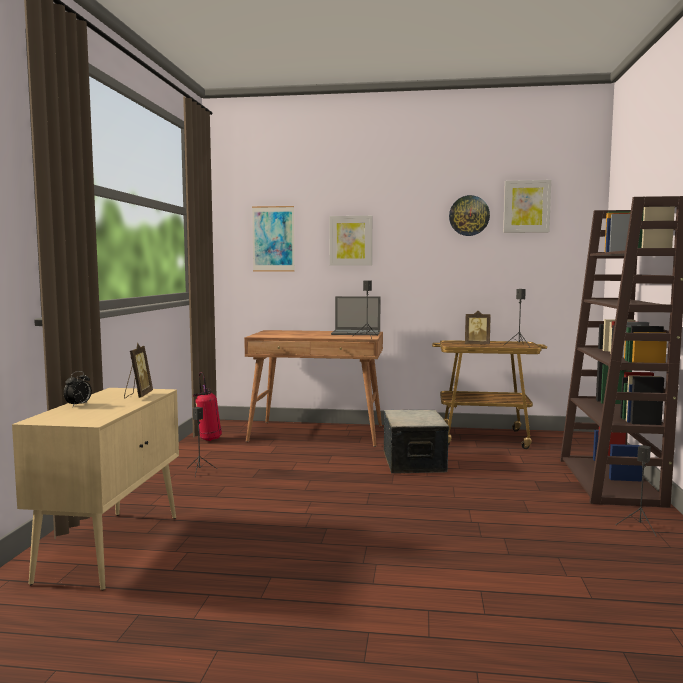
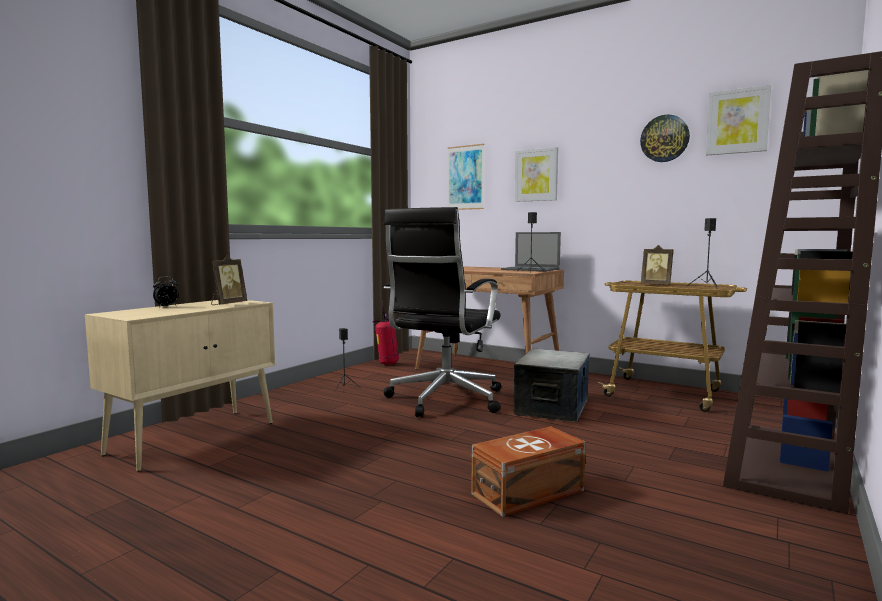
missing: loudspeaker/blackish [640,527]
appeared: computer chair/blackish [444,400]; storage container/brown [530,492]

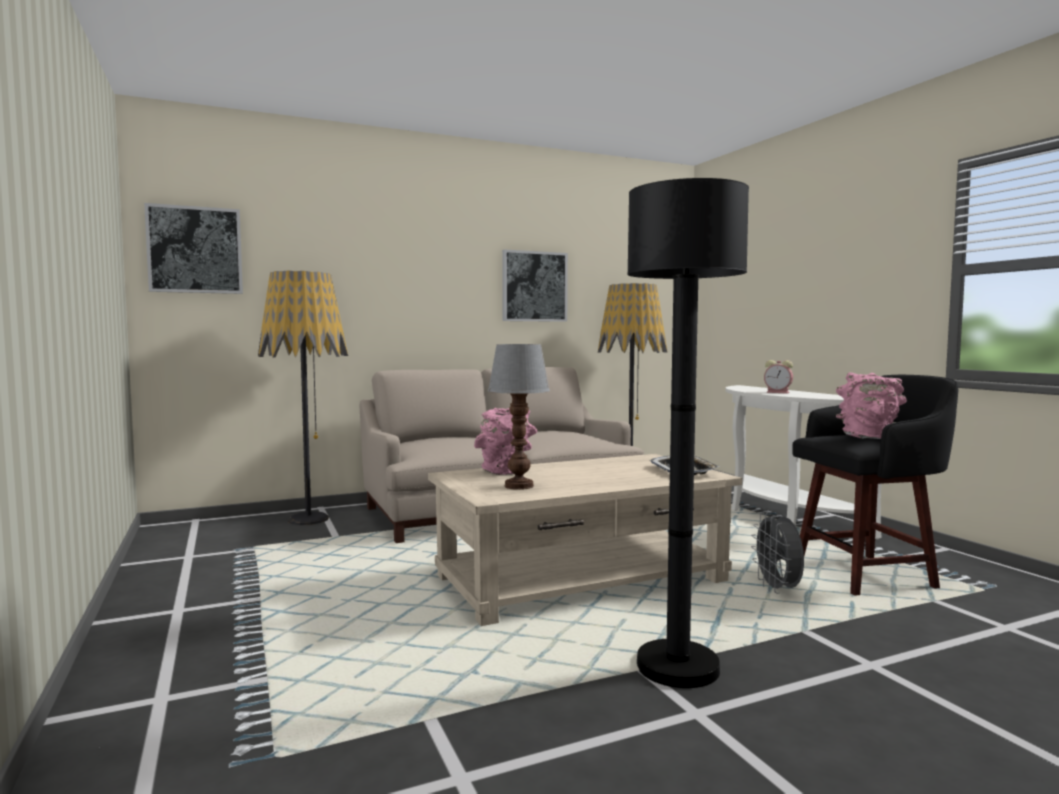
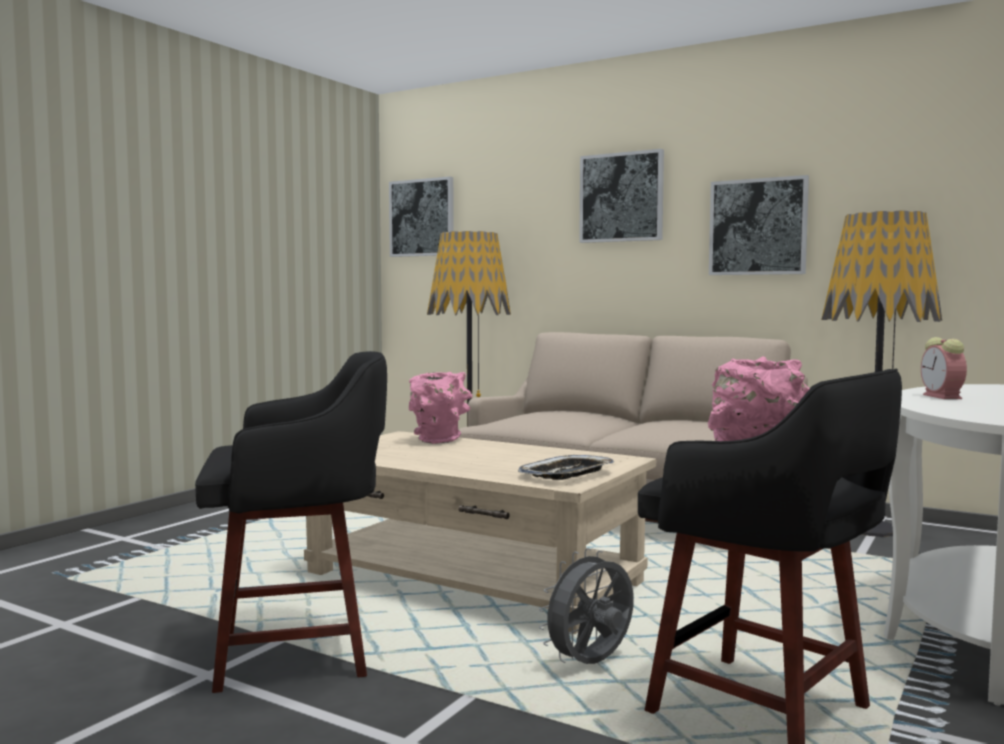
missing: tabletop lamp [518,486]
appeared: wall picture [621,197]
exchanged: standing lamp/blackish [677,667] to stool/blackish [299,652]

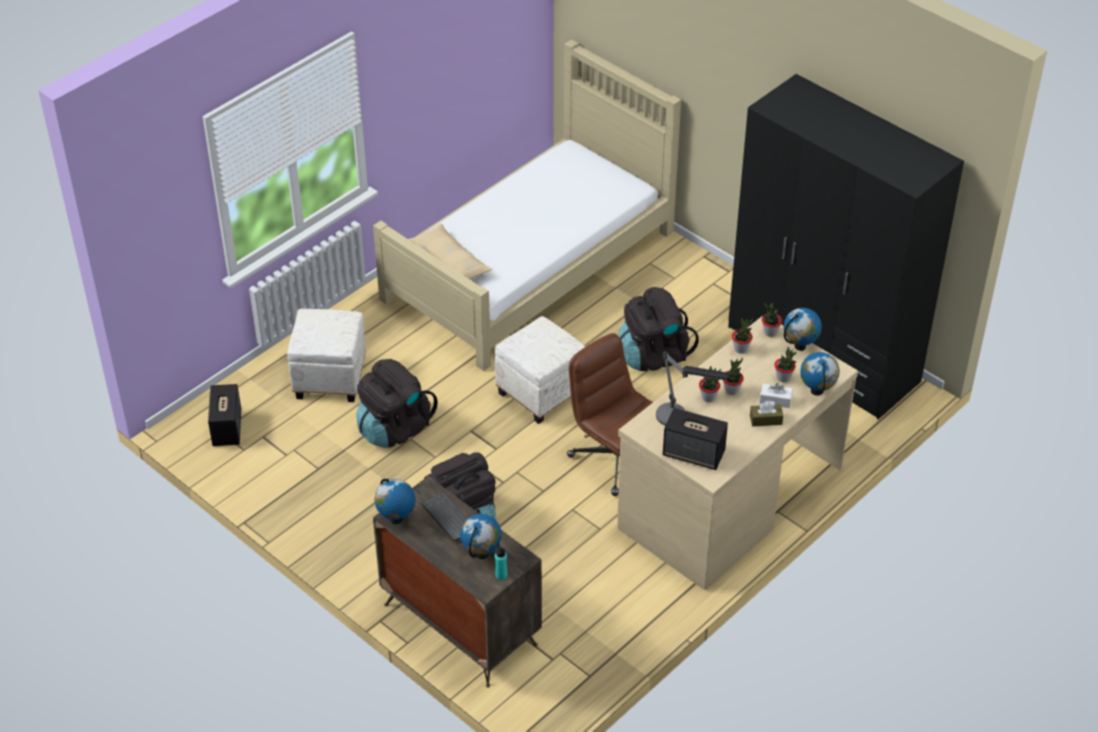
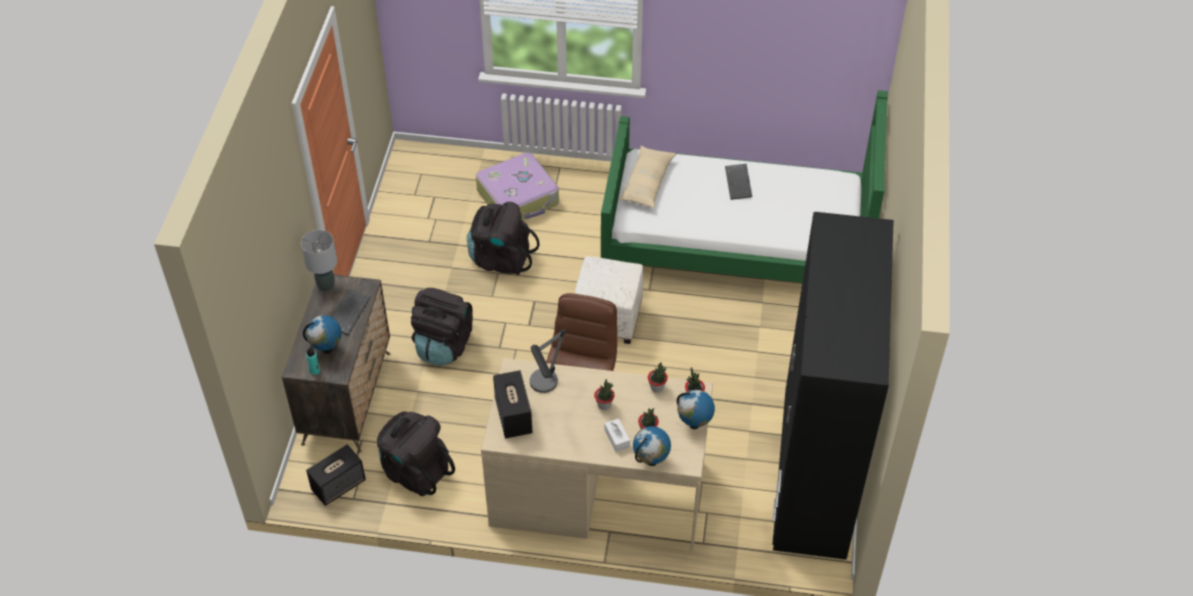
missing: potted plant [708,397]; tissue box/brown [765,420]
appeared: keyboard [739,183]
relocated: loudspeaker [227,428] to [339,485]; knapsack/blackish [653,355] to [415,471]
exchanged: pouffe/white [329,377] to piece of luggage [518,197]; desk globe [396,519] to tabletop lamp/grey [325,285]
colour: bedroom bed/beige-coloured [530,265] to bedroom bed/green [737,239]

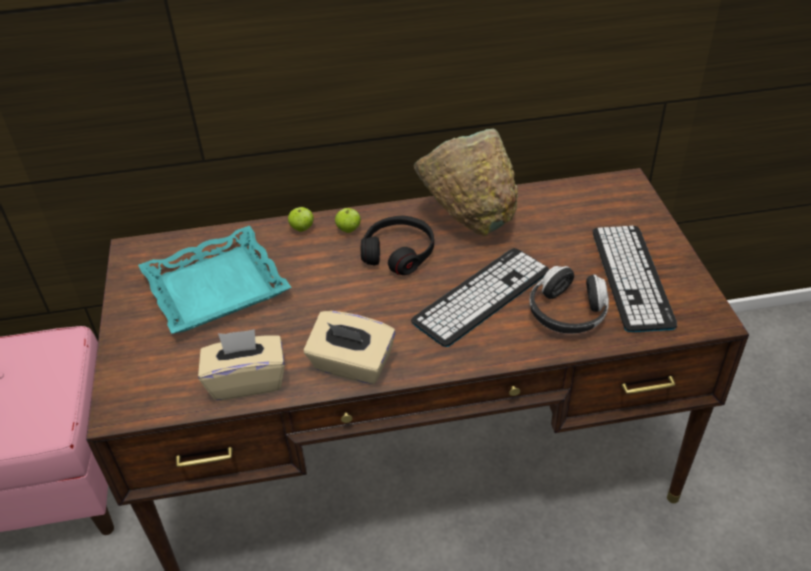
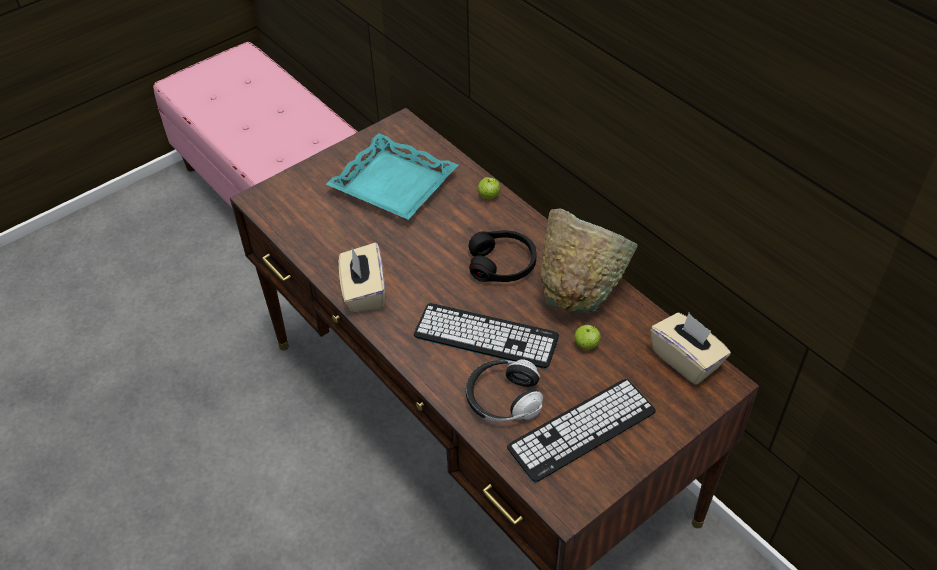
relocated: tissue box/beige-coloured [247,380] to [686,360]; whole apple [348,229] to [586,345]

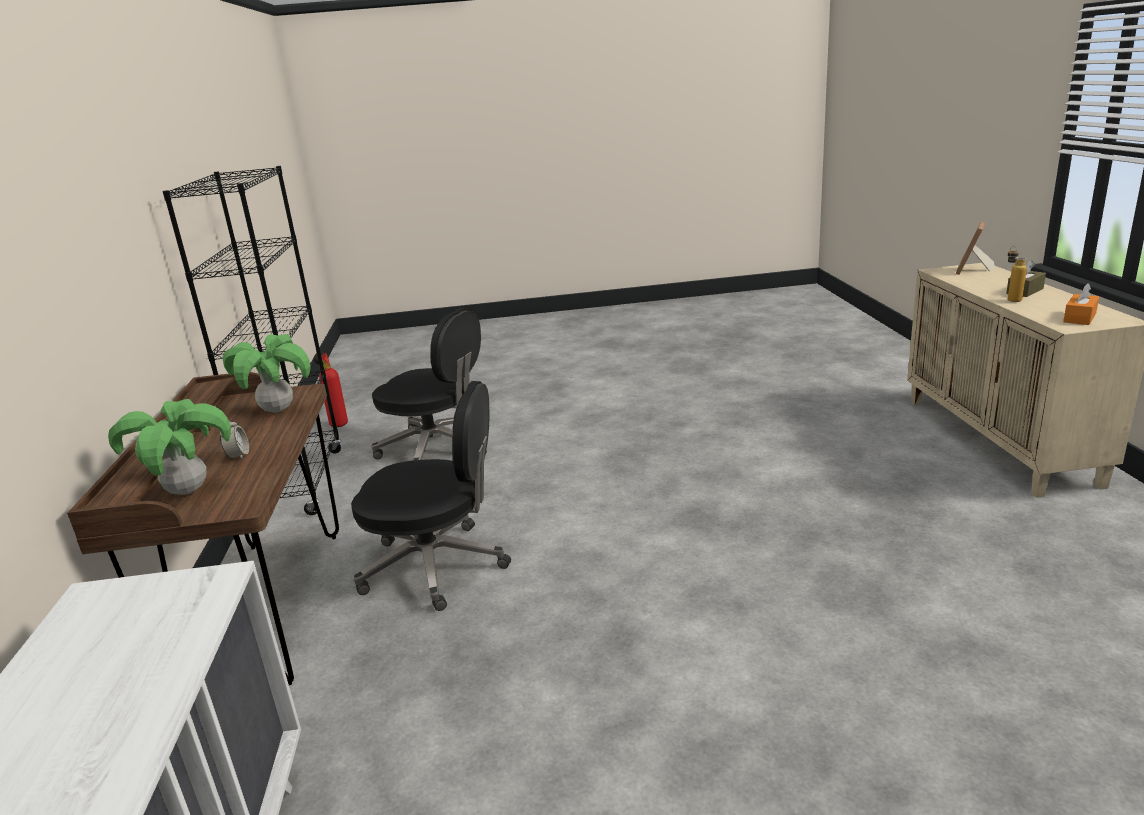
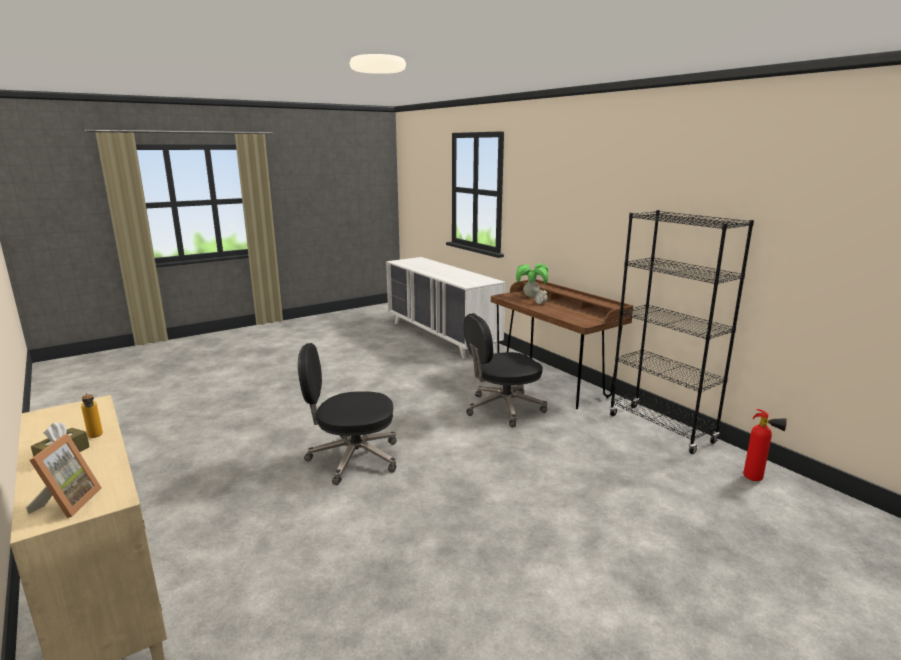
missing: potted plant [278,410]; tissue box/orangey [1079,318]
relocated: computer chair/blackish [436,449] to [352,458]

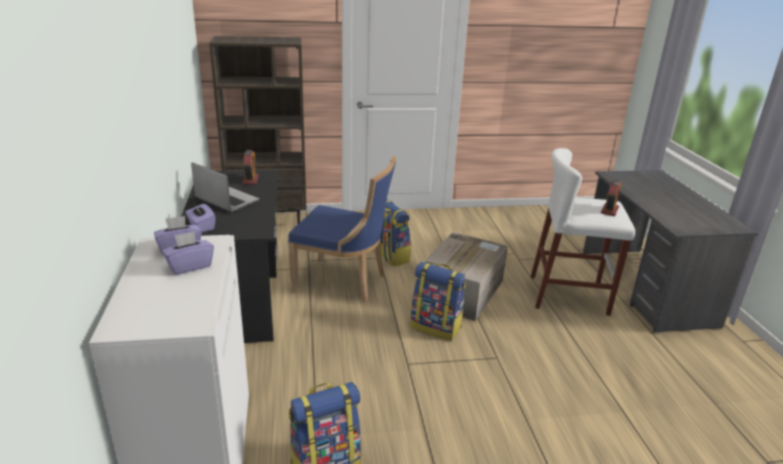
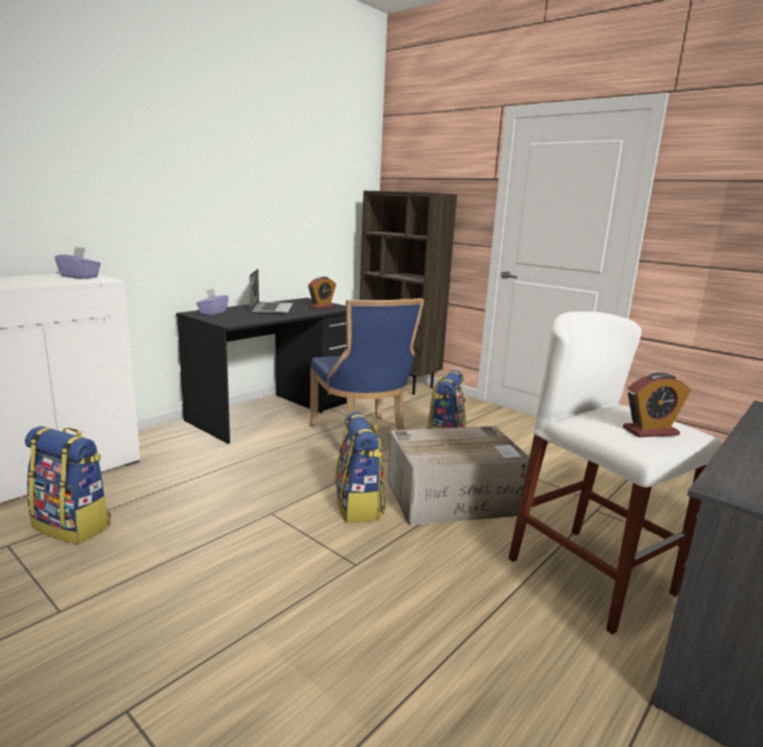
missing: tissue box/purple [189,266]

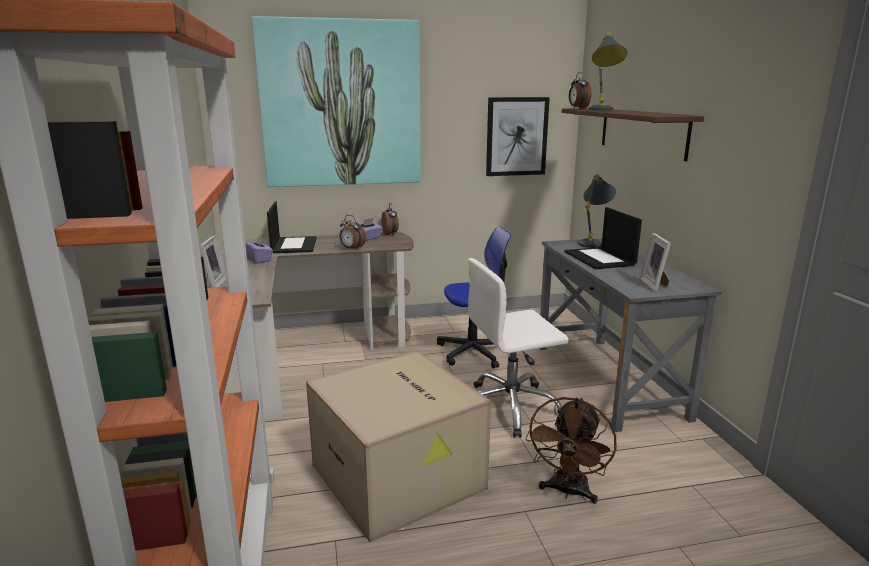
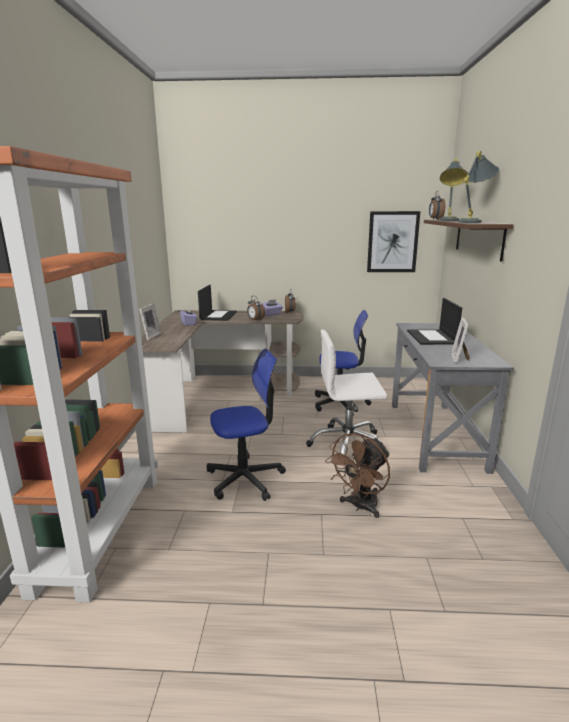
missing: wall picture [341,104]
relocated: tabletop lamp/grey [593,242] to [473,222]
exchanged: carton [400,477] to computer chair [245,479]

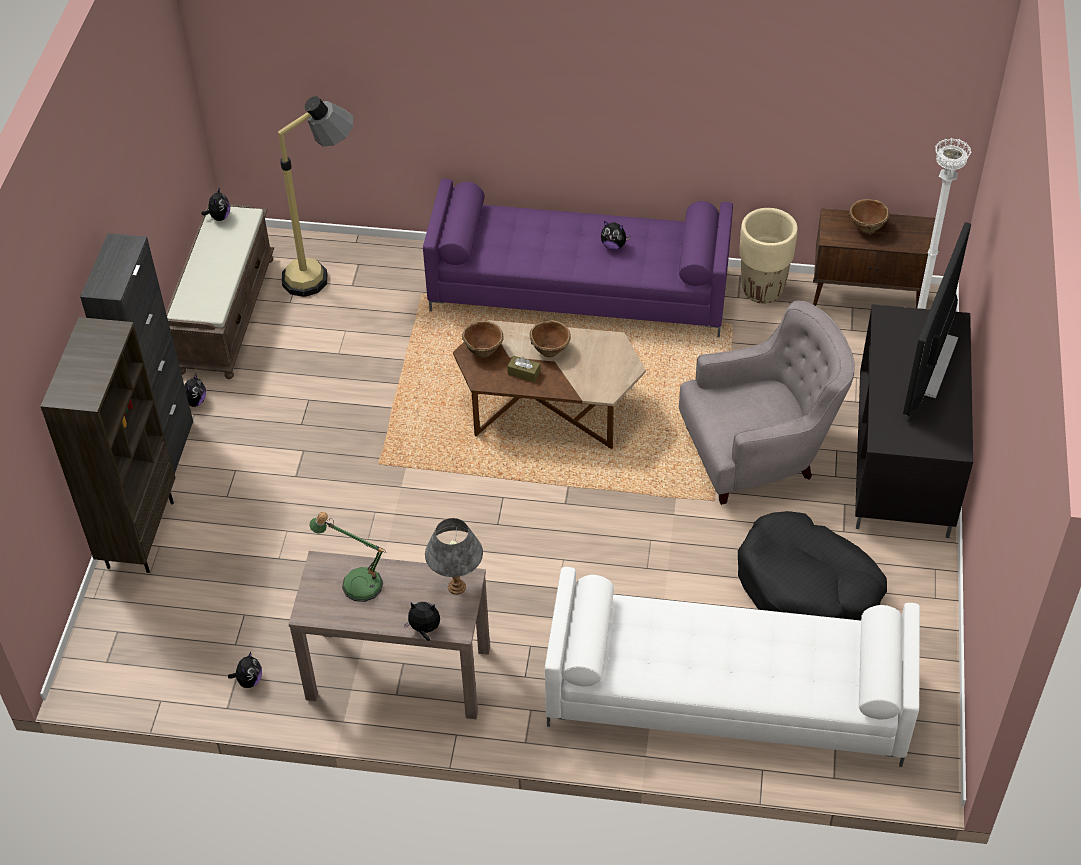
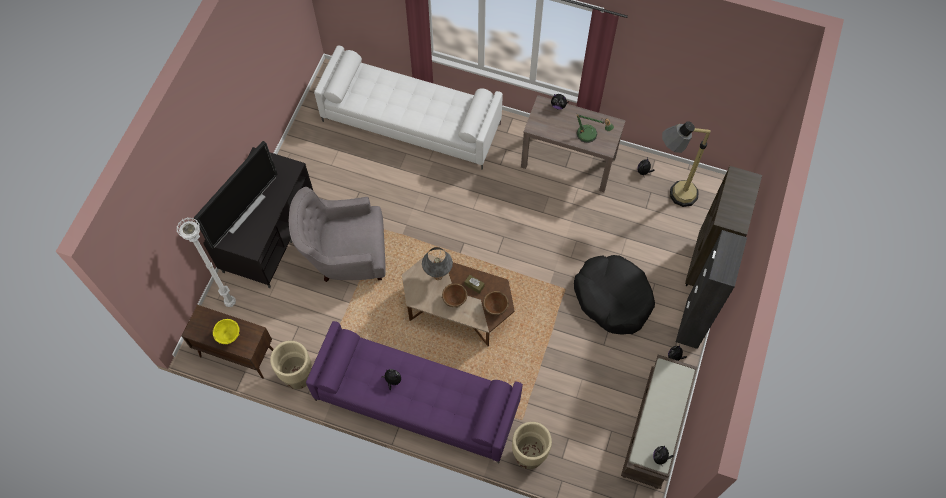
appeared: plant pot/beige-coloured [528,456]
relocated: standing lamp [326,274] to [670,196]; tabletop lamp/grey [457,587] to [438,275]; pet bed/blackish [807,587] to [612,298]
colour: bowl/brown [866,227] to bowl/yellow [229,336]

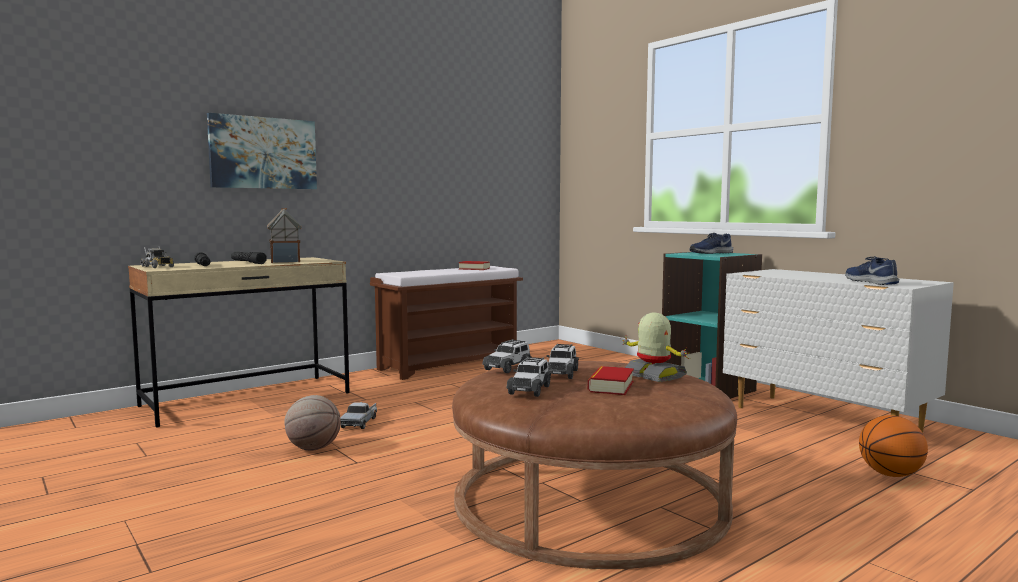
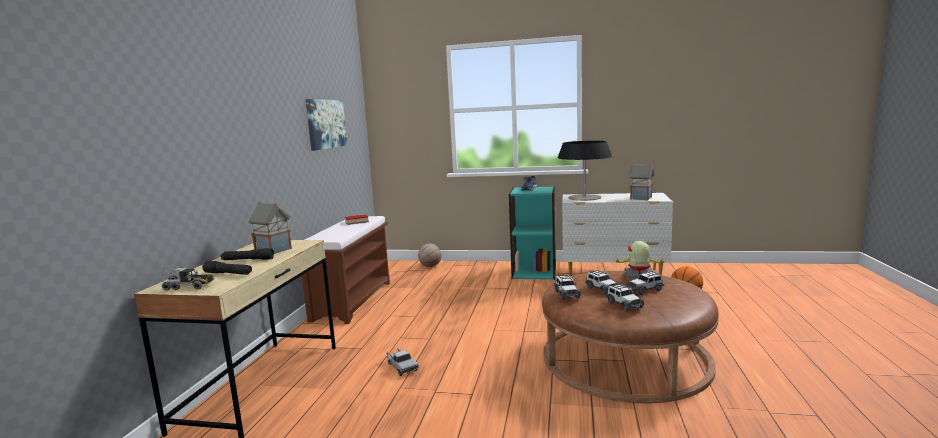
appeared: tabletop lamp [584,197]
relocated: wall picture [263,153] to [326,124]; basketball [313,448] to [430,266]
exchanged: book [611,386] to model car [645,290]; item of footwear/bluish [871,282] to toy house [641,198]

